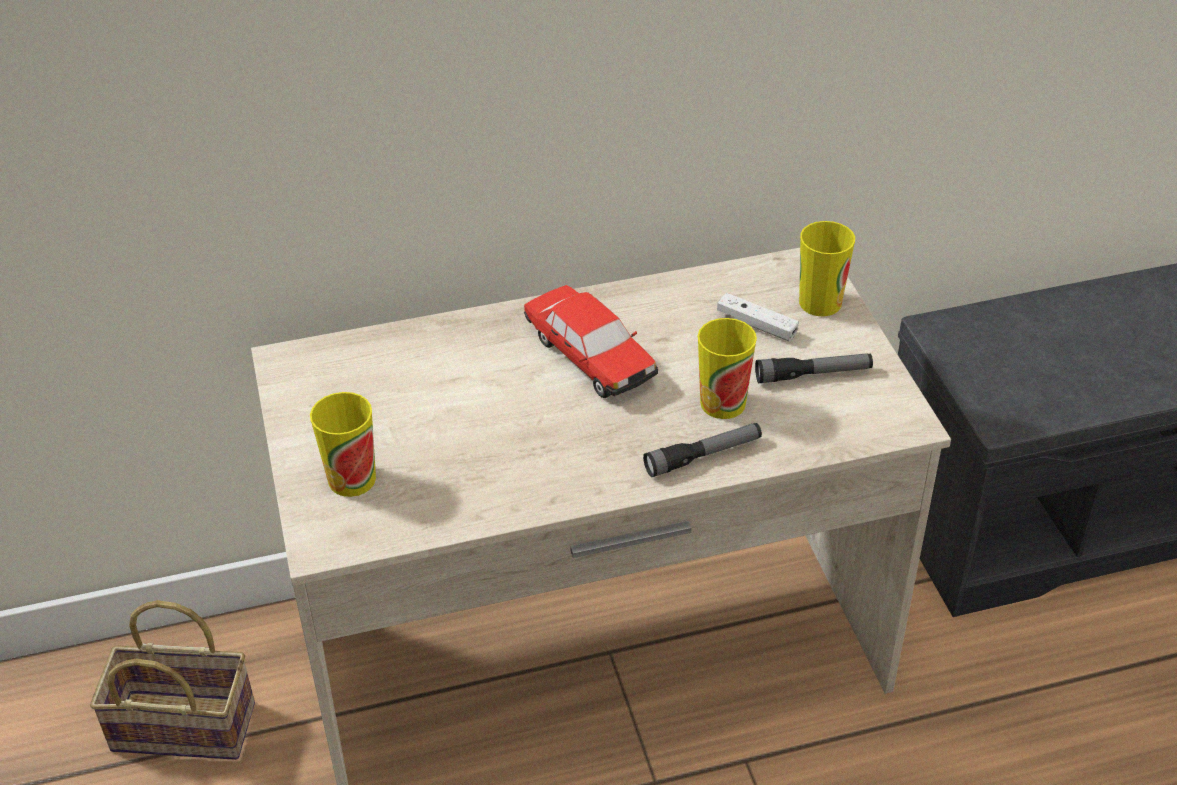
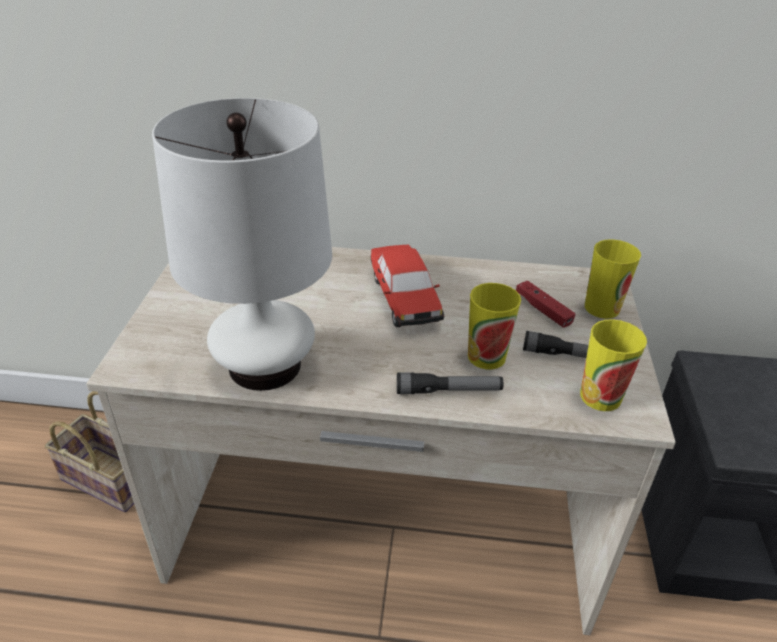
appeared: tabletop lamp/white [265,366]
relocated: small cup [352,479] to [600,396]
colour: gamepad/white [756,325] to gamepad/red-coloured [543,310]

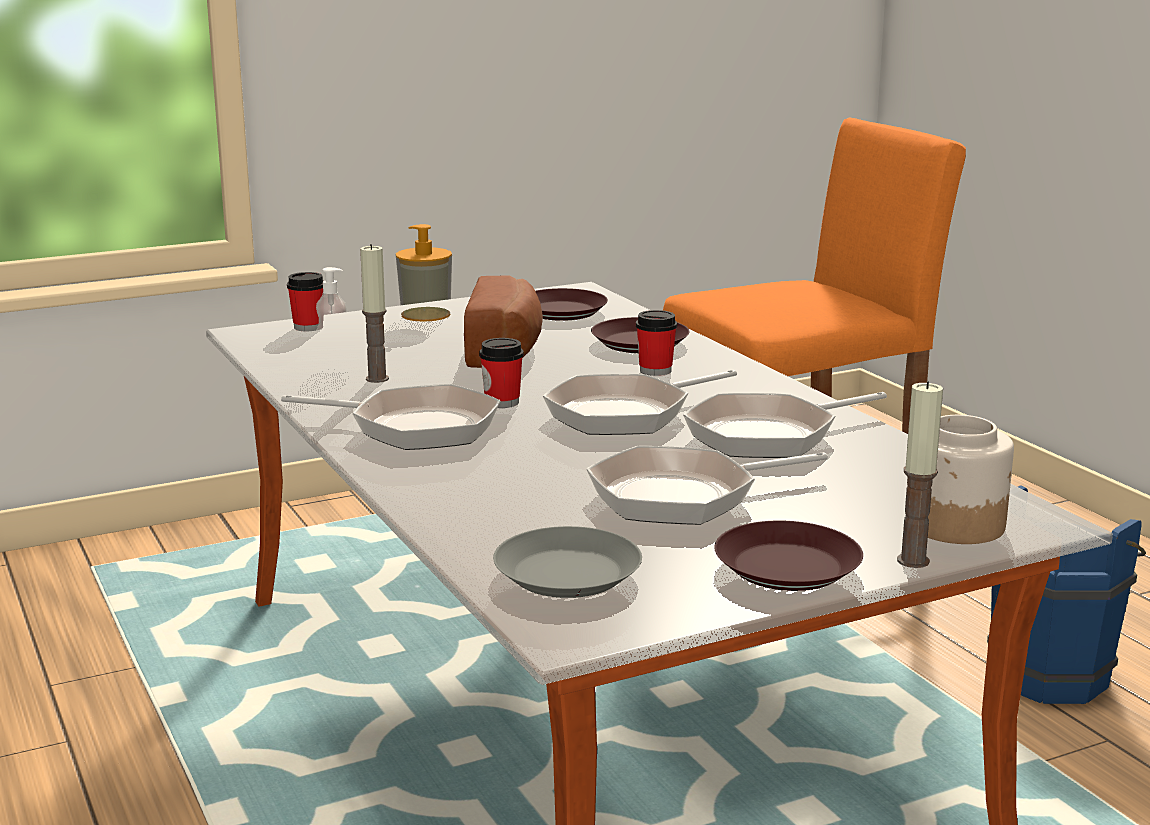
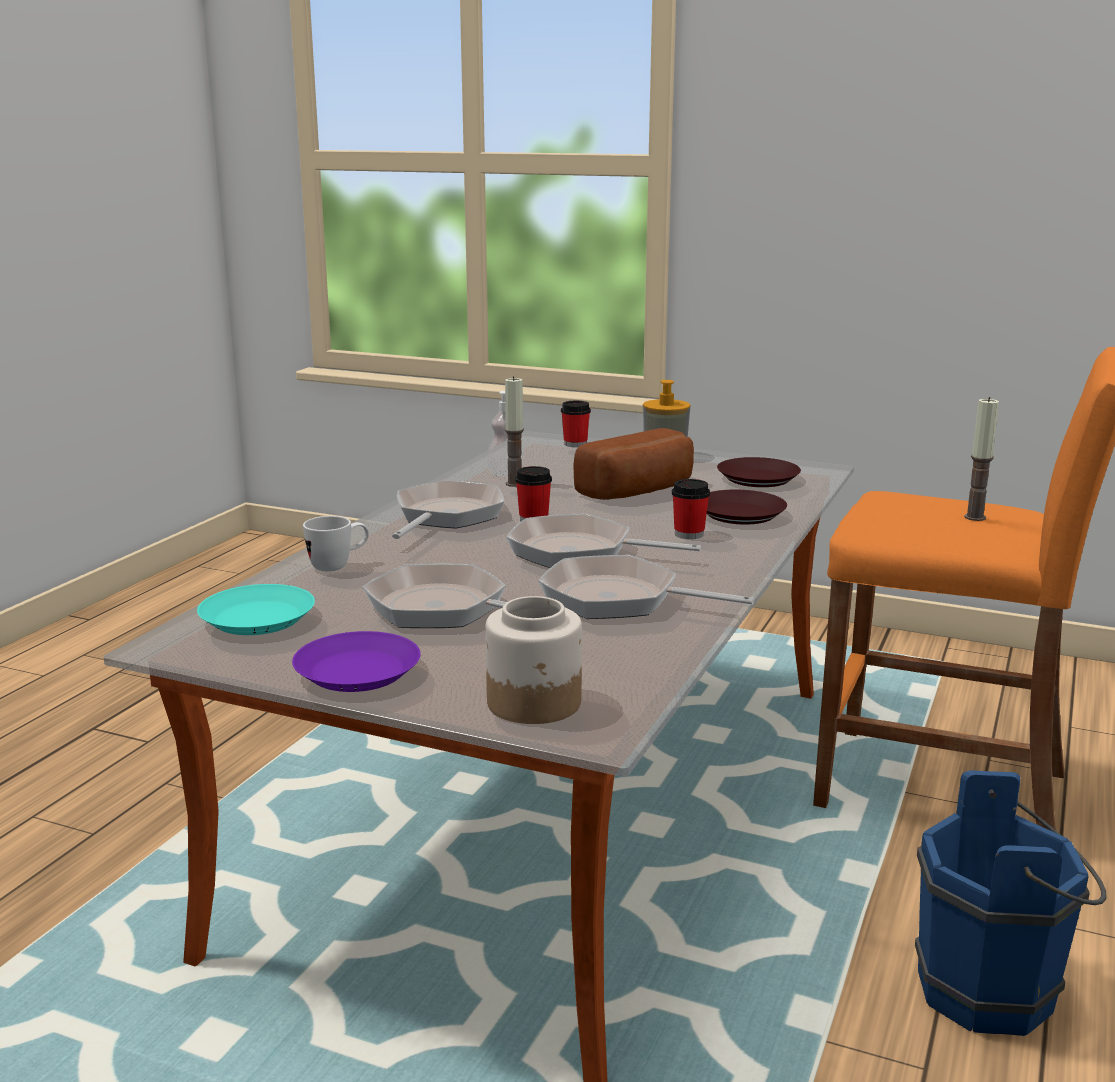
appeared: mug/white [338,566]
relocated: candle [913,561] to [975,517]
colour: flat dish/grey [566,574] to flat dish/turquoise-coloured [257,618]; flat dish/brown [789,568] to flat dish/purple [358,672]
spun: frying pan [415,427] = [445,516] 135 degrees counterclockwise

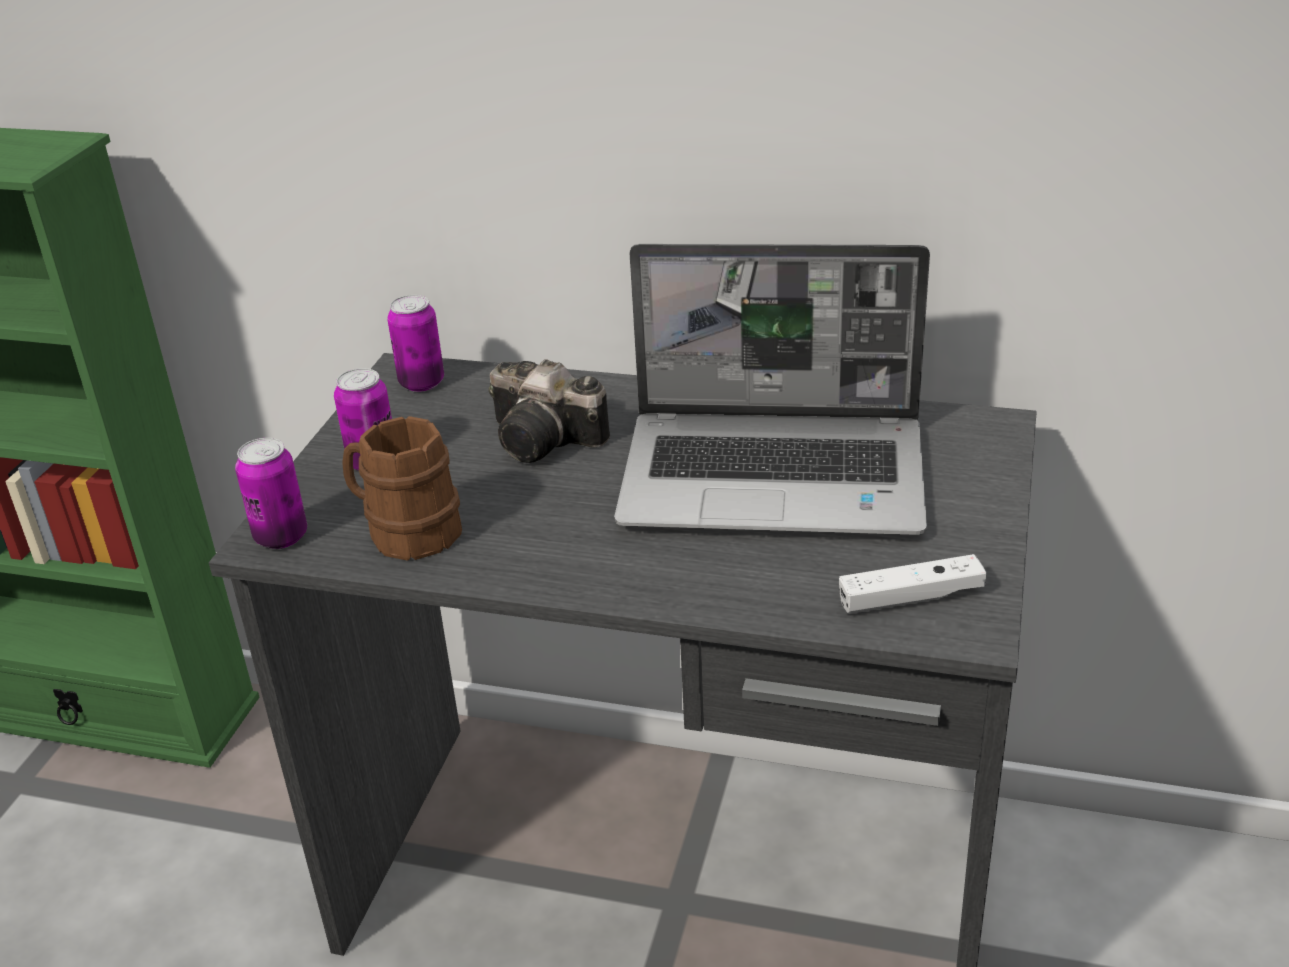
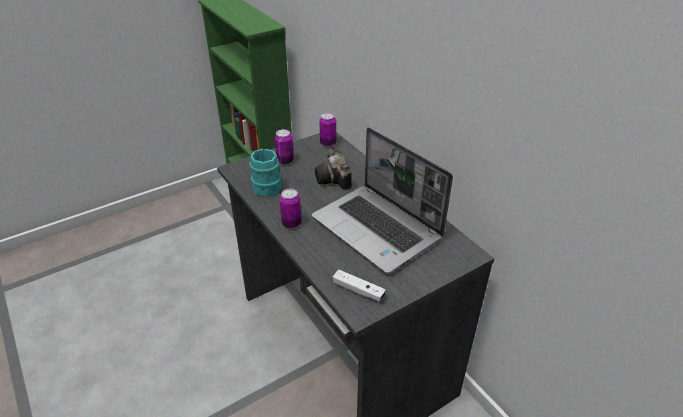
relocated: can [281,537] to [291,223]
colour: mug/brown [405,532] to mug/turquoise-coloured [265,185]

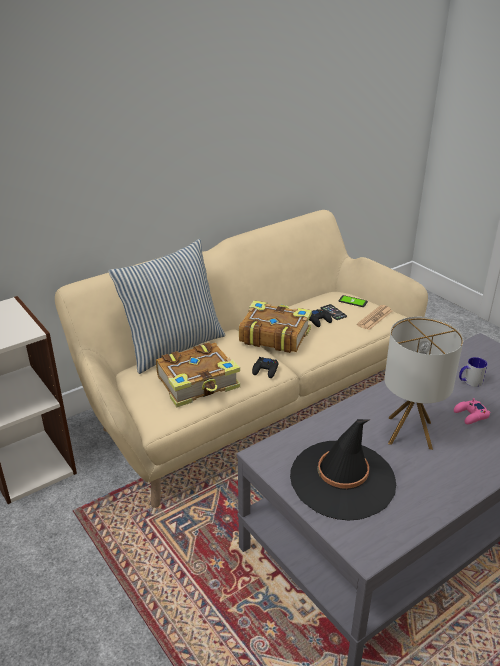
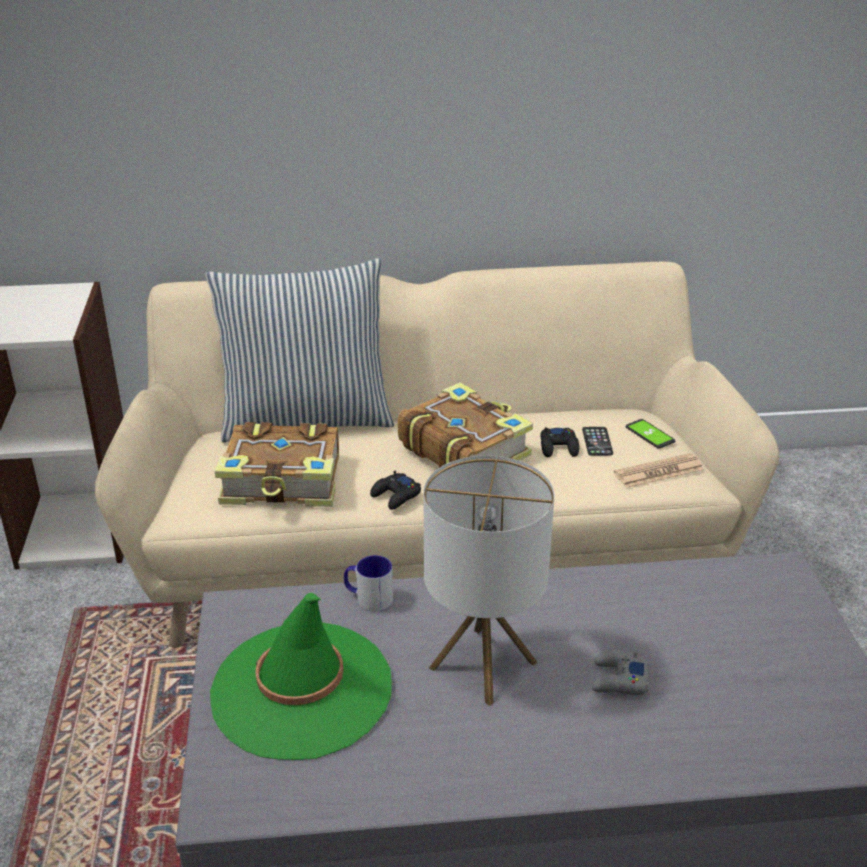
relocated: mug [469,381] to [368,598]
colour: clothing hat/blackish [342,479] to clothing hat/green [301,690]; gamepad/pink [471,415] to gamepad/grey [619,680]

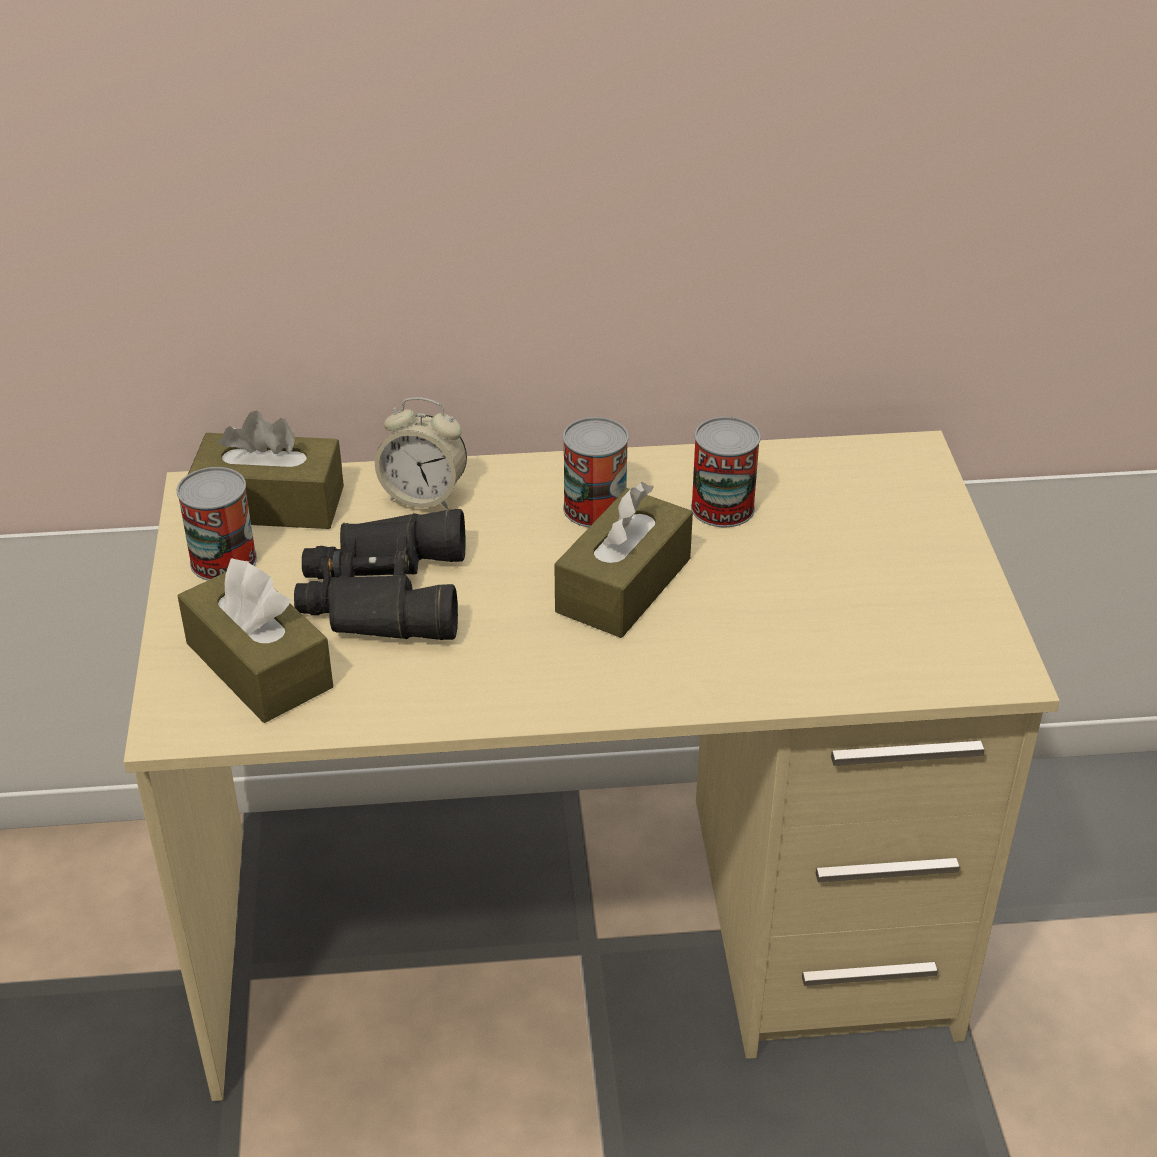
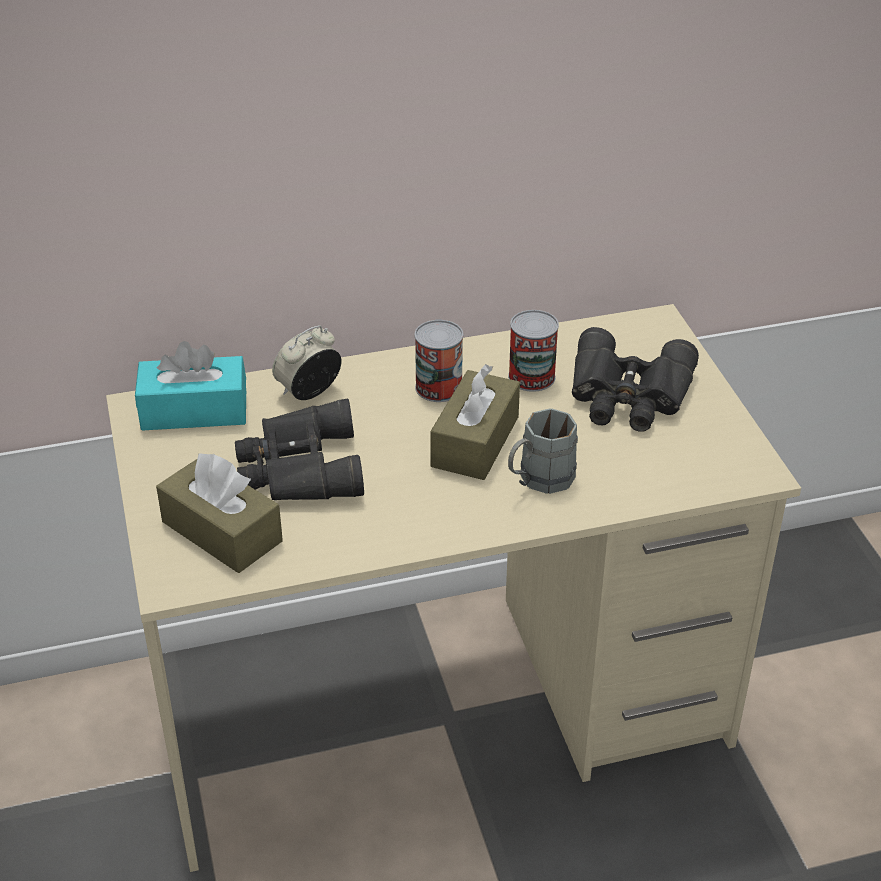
missing: can [223,560]
appeared: mug/grey [538,481]; field glasses/blackish [628,396]
colour: tissue box/brown [270,504] to tissue box/turquoise-coloured [194,410]
spun: bedside clock [424,496] = [309,392] 135 degrees clockwise

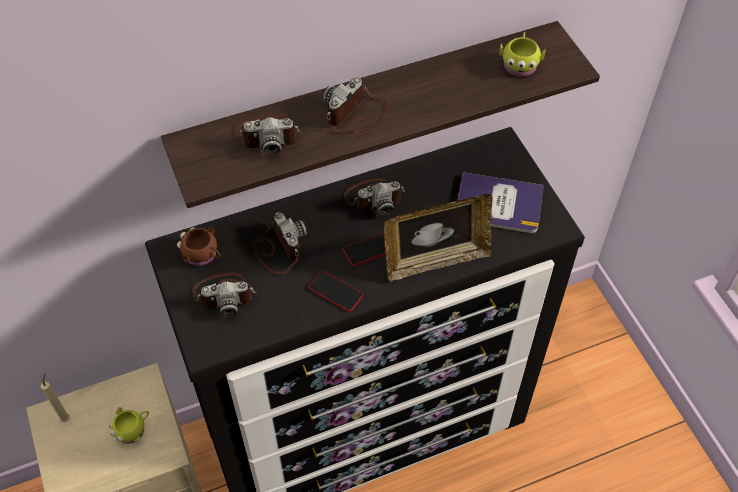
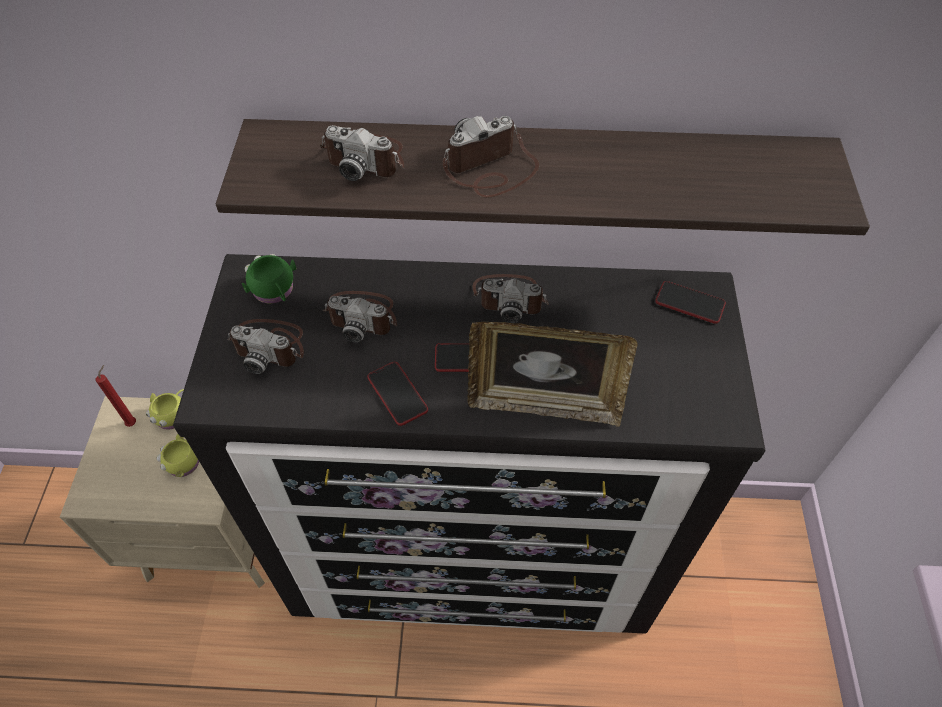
missing: book [498,204]
appeared: handset [689,303]
relocated: mug/yellow [520,64] to [174,415]
colour: candle/beige-coloured [66,418] to candle/red-coloured [133,422]; mug/brown [203,255] to mug/green [275,291]
spun: still camera [278,248] = [363,316] 105 degrees clockwise

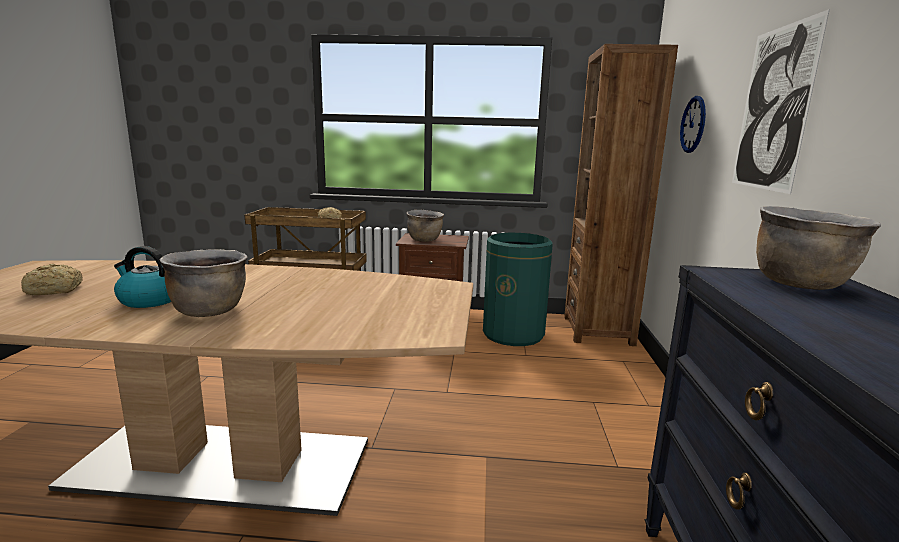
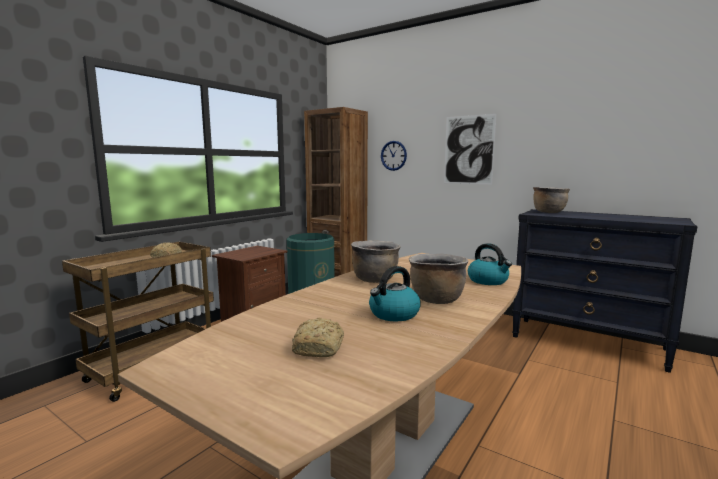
appeared: tea kettle [488,281]
relocated: cooking pot/brown [425,240] to [375,279]

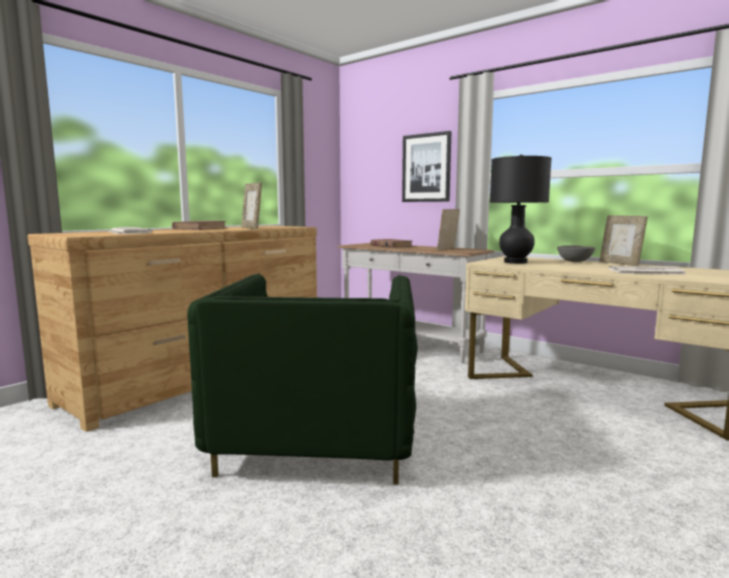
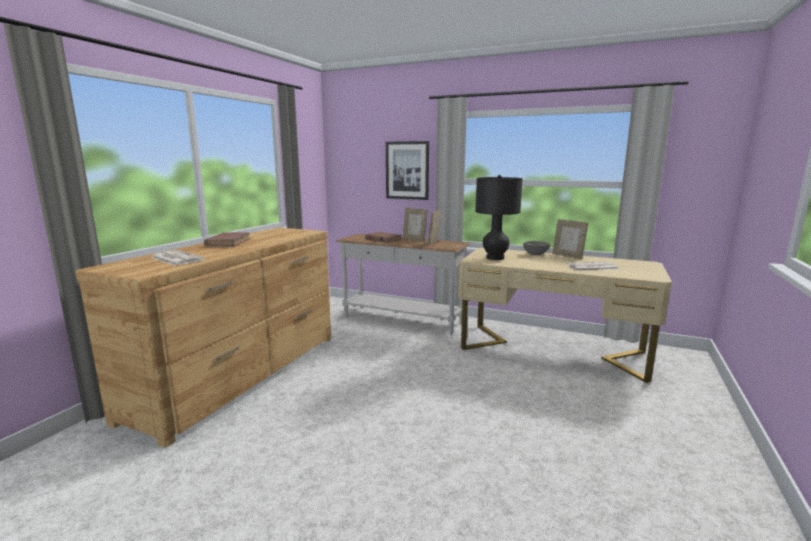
missing: armchair/green [318,438]
relocated: standing frame [252,228] to [414,240]

